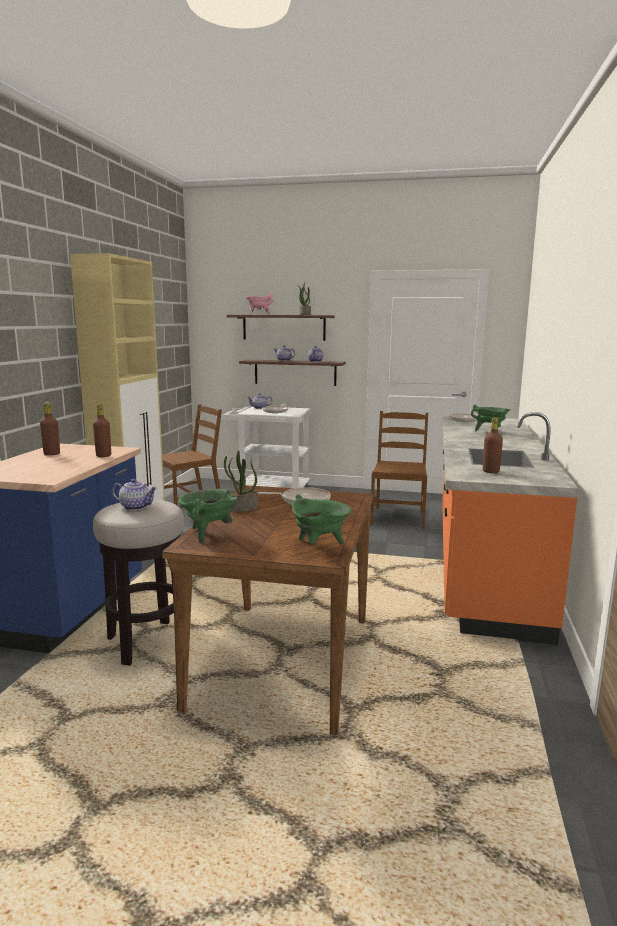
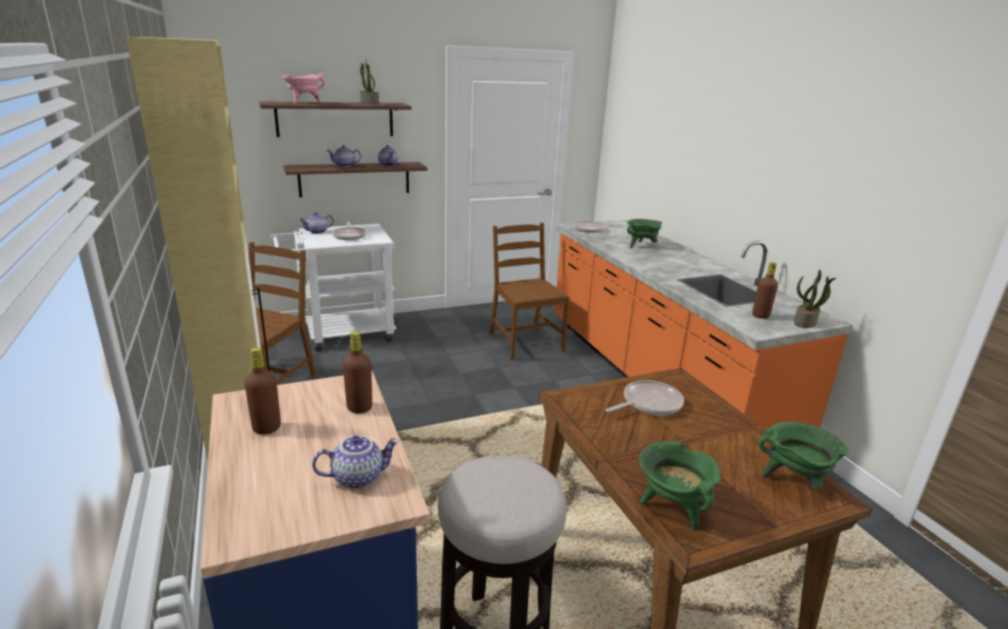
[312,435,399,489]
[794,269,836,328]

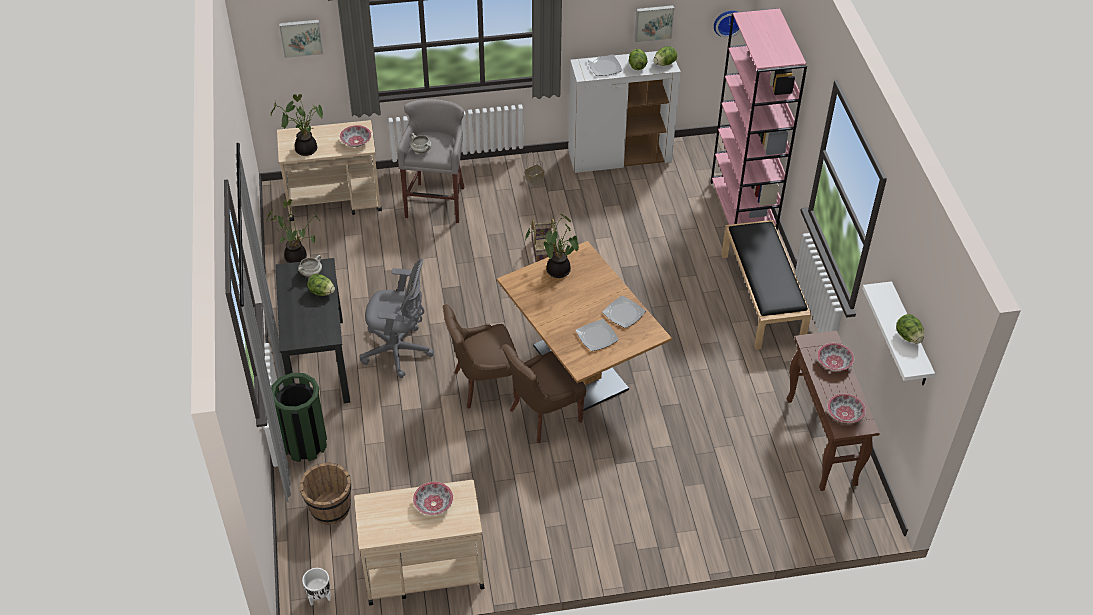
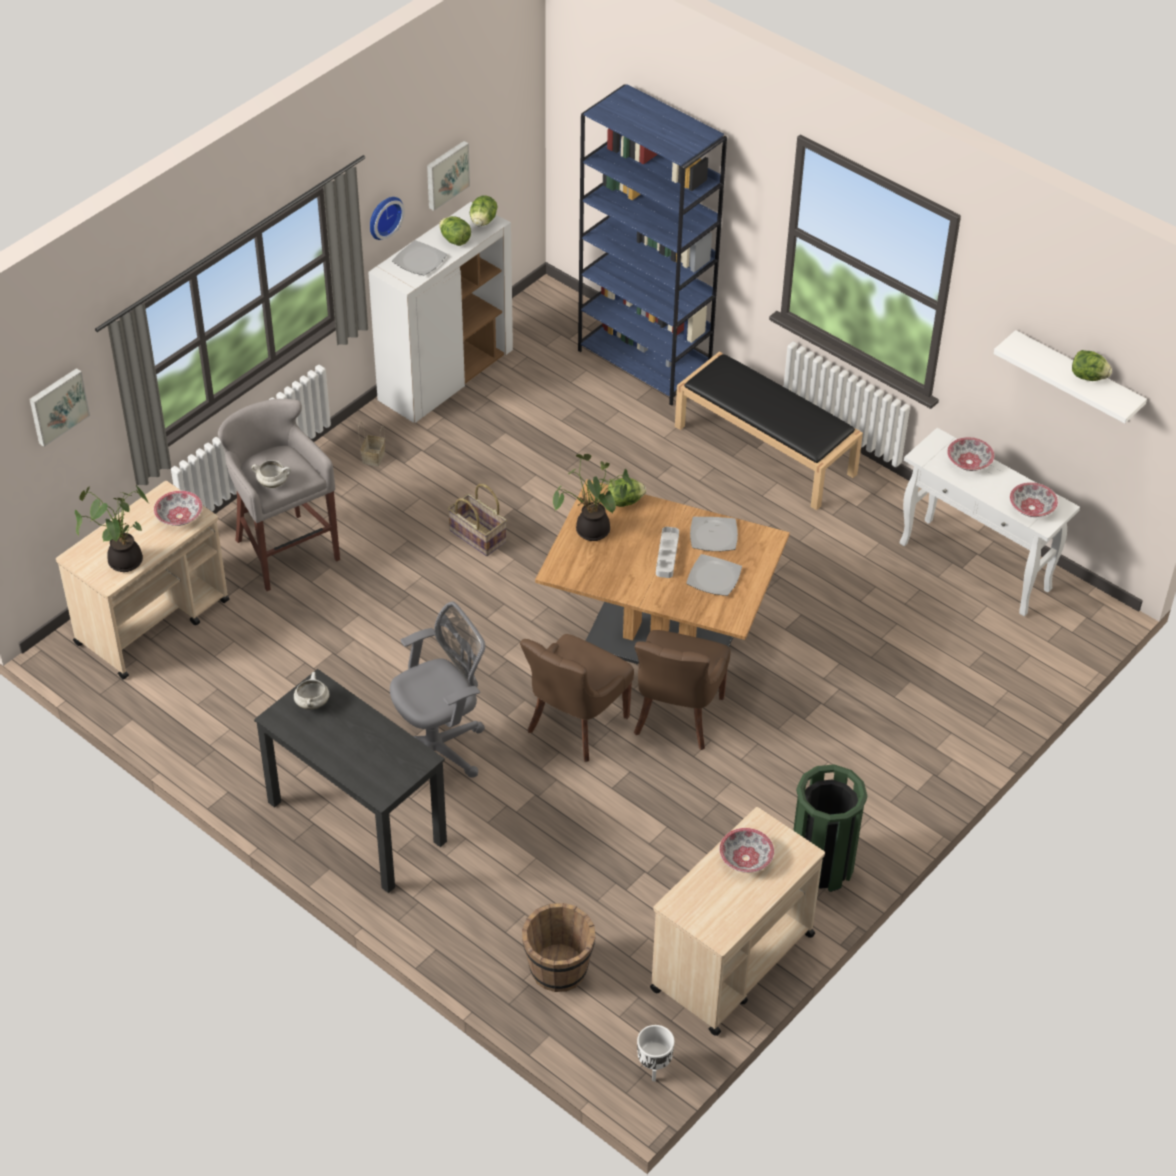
[267,199,320,263] (first image)
[656,527,679,578]
[793,764,867,892]
[608,478,646,507]
[370,197,405,240]
[578,84,727,406]
[900,428,1080,616]

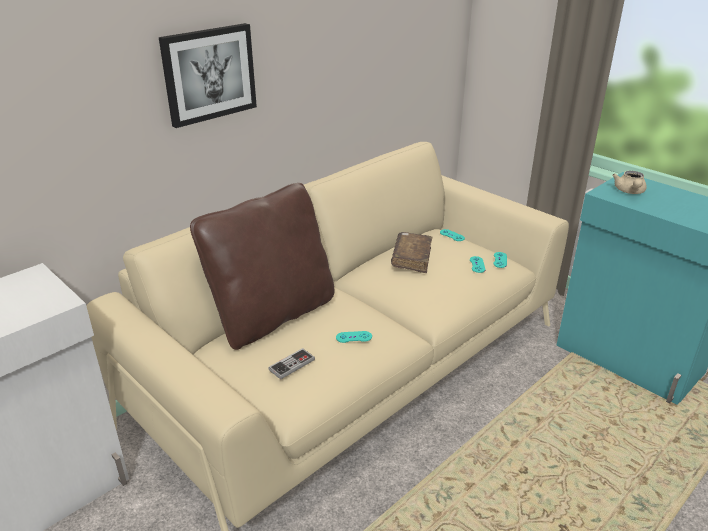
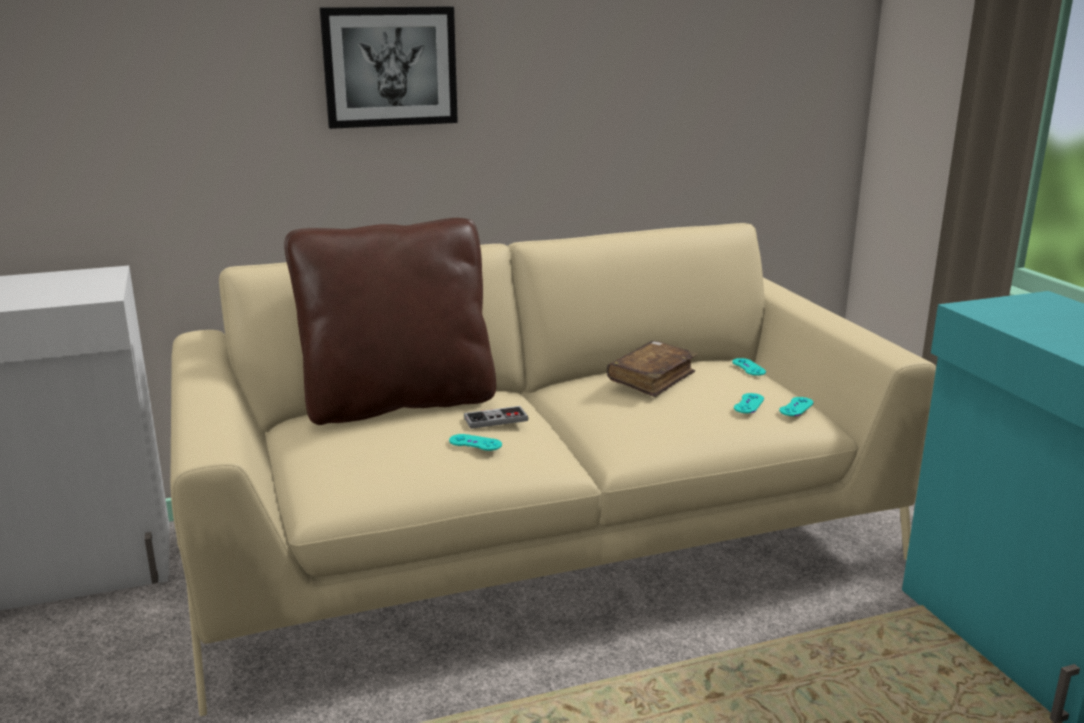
[612,171,647,194] (first image)
[464,406,528,429]

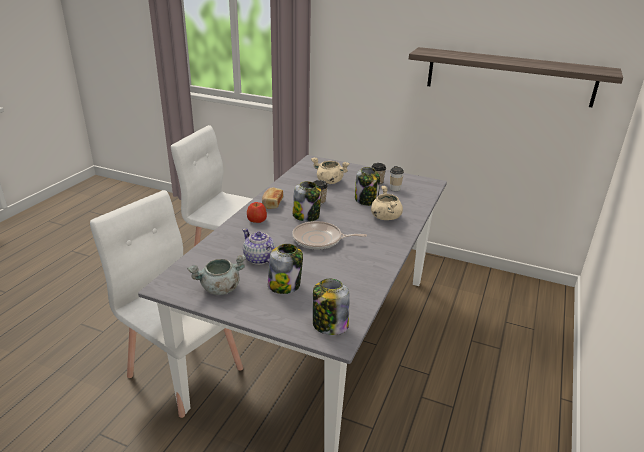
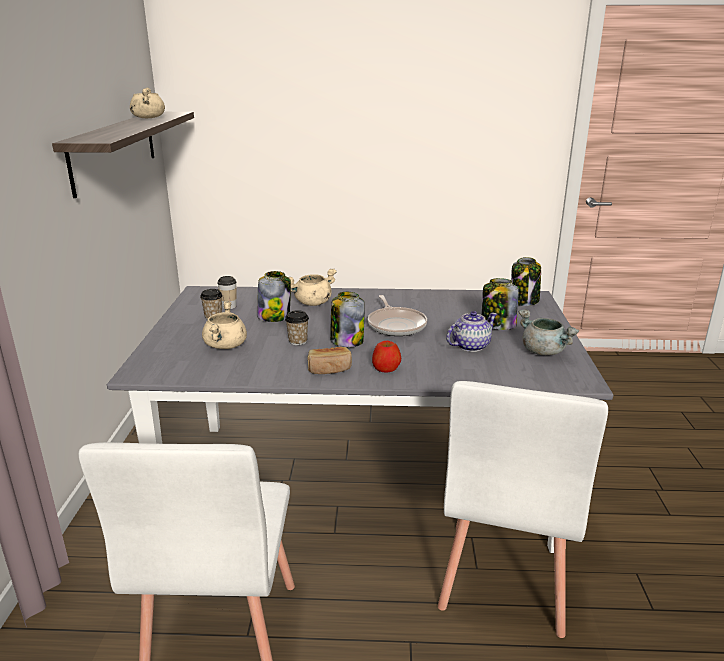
[130,87,165,118]
[446,311,497,352]

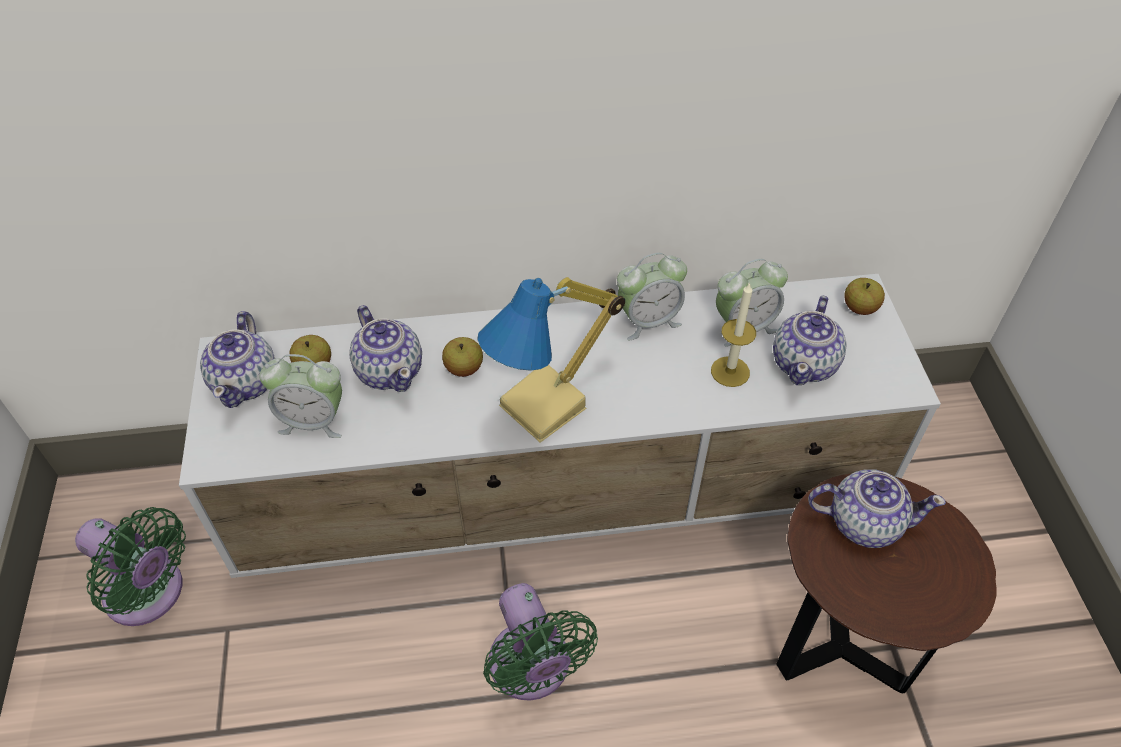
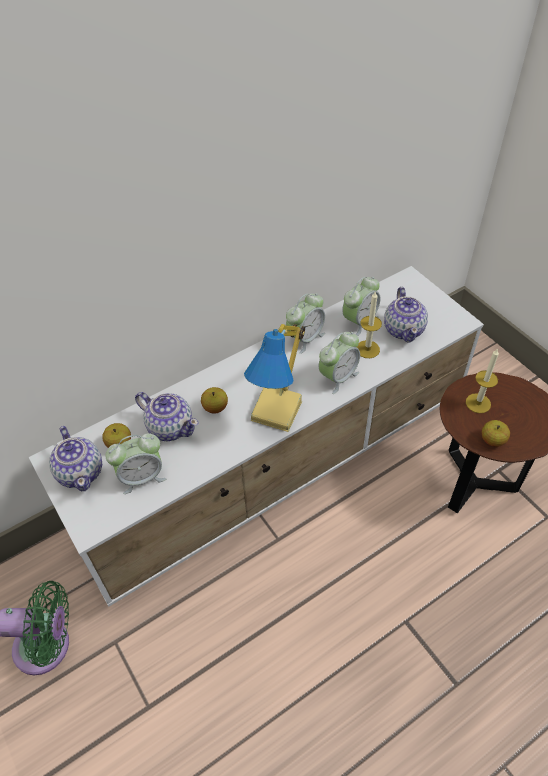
[483,583,598,701] (first image)
[319,332,360,394]
[482,420,510,447]
[466,348,499,413]

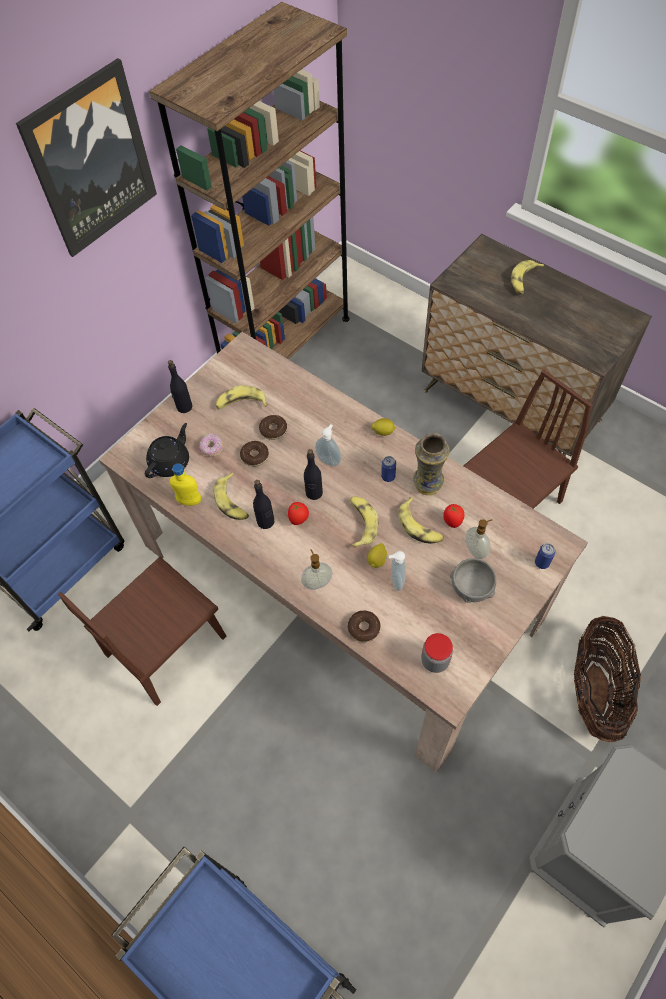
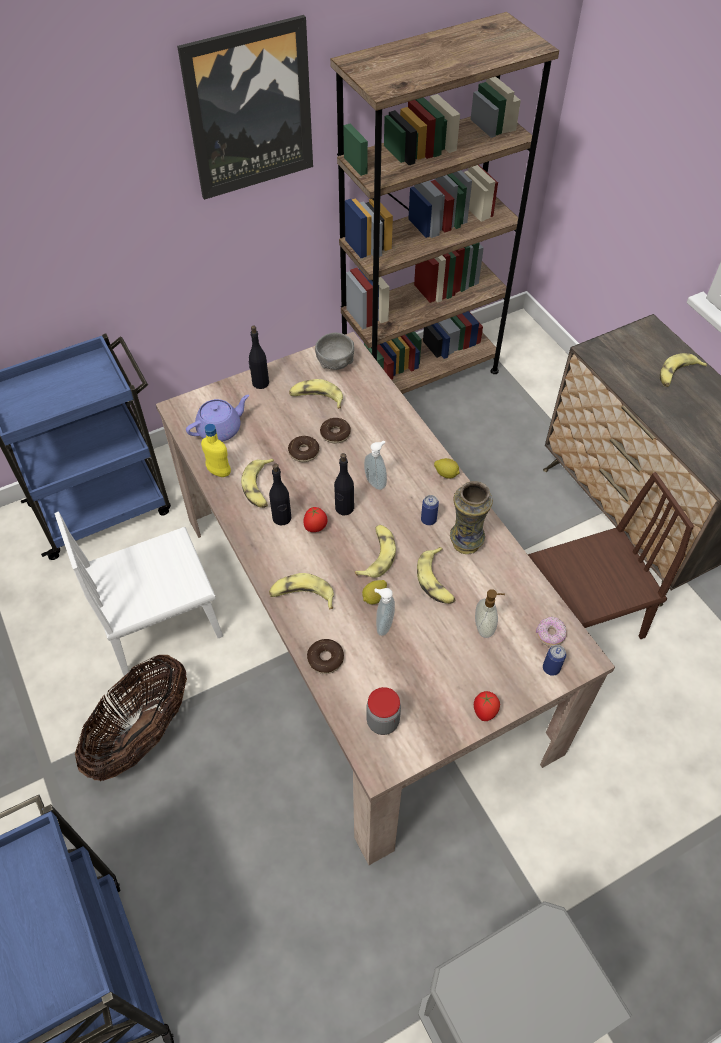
[536,617,567,647]
[474,691,500,721]
[315,333,354,370]
[75,655,187,781]
[269,573,334,610]
[55,512,223,676]
[186,395,249,442]

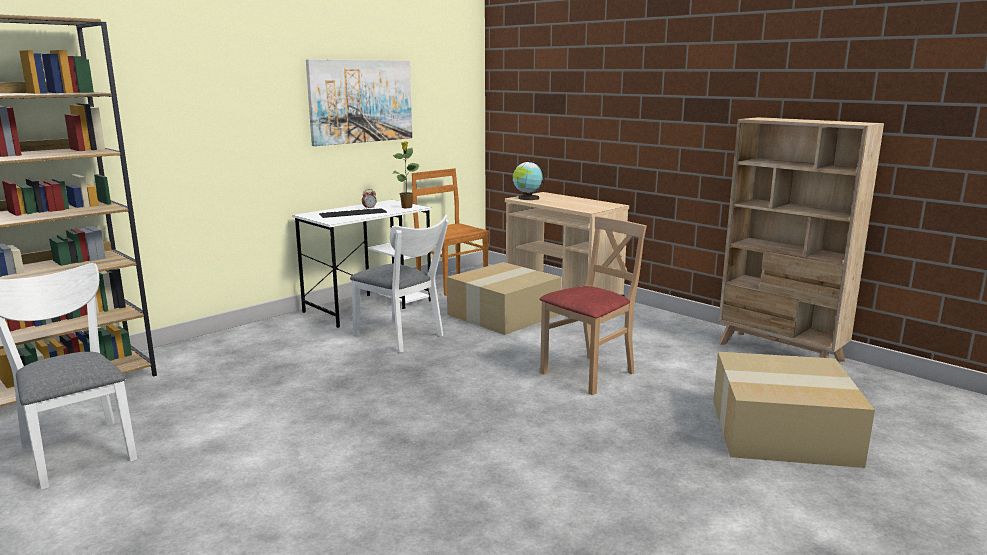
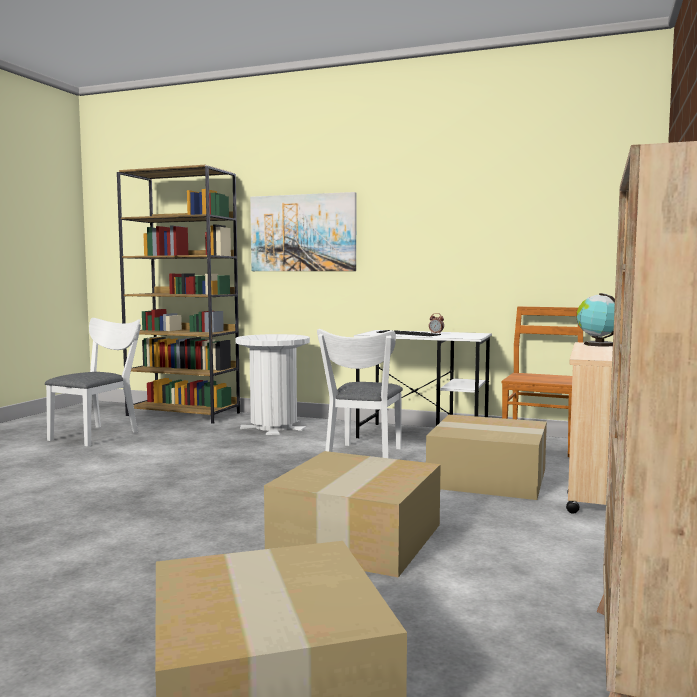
[393,141,419,208] (first image)
[236,334,310,435]
[250,192,356,271]
[264,451,441,577]

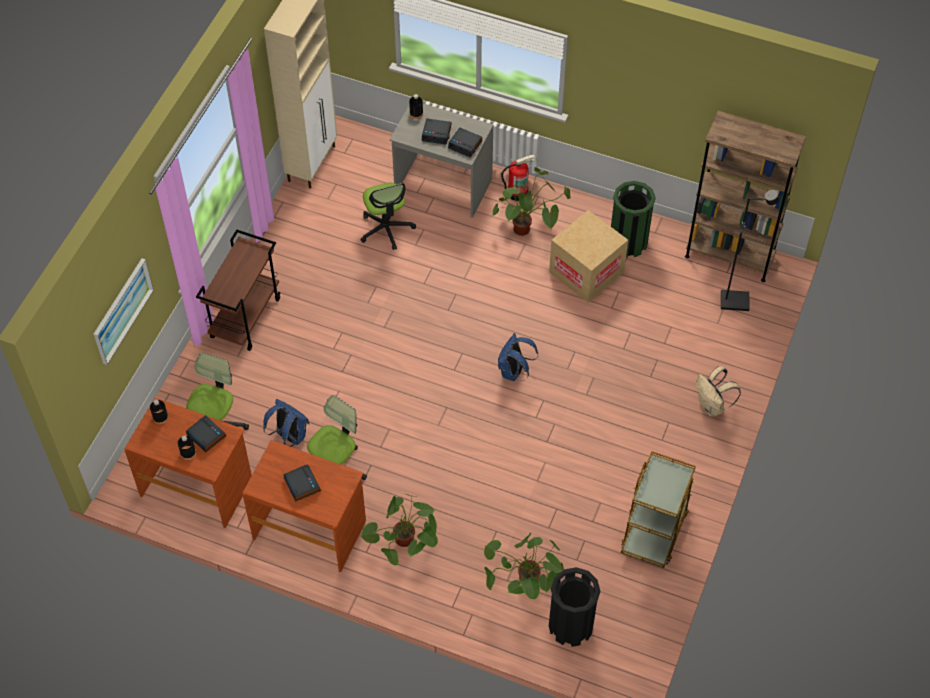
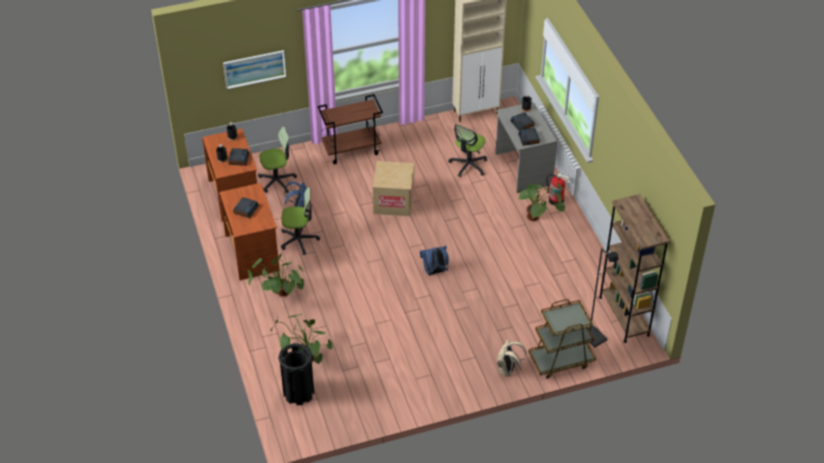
[611,181,656,258] (first image)
[373,161,414,216]
[528,299,596,379]

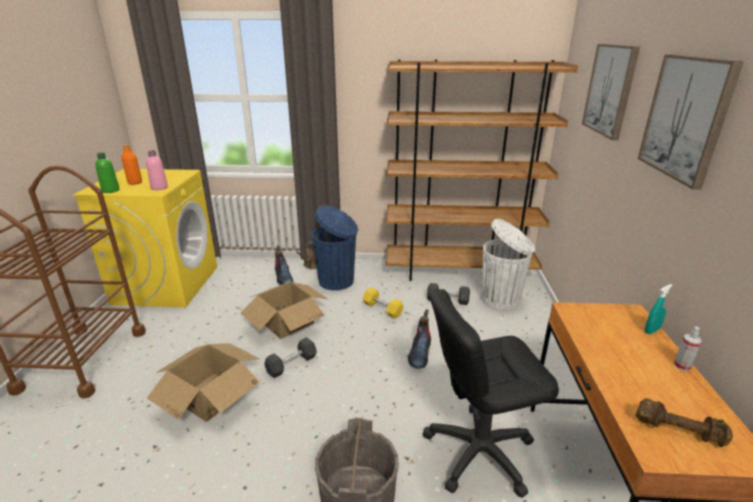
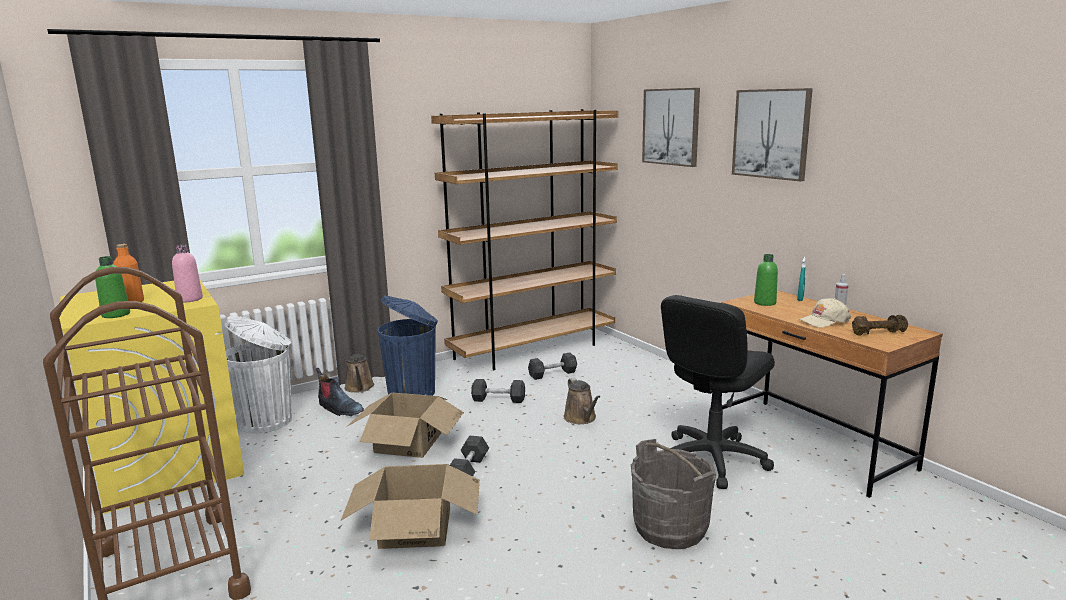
[754,254,778,306]
[799,298,851,328]
[224,316,292,433]
[563,378,600,424]
[471,379,525,403]

